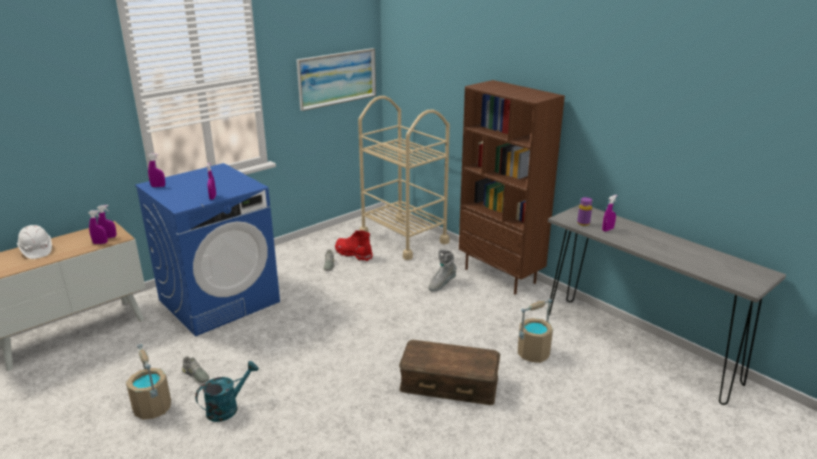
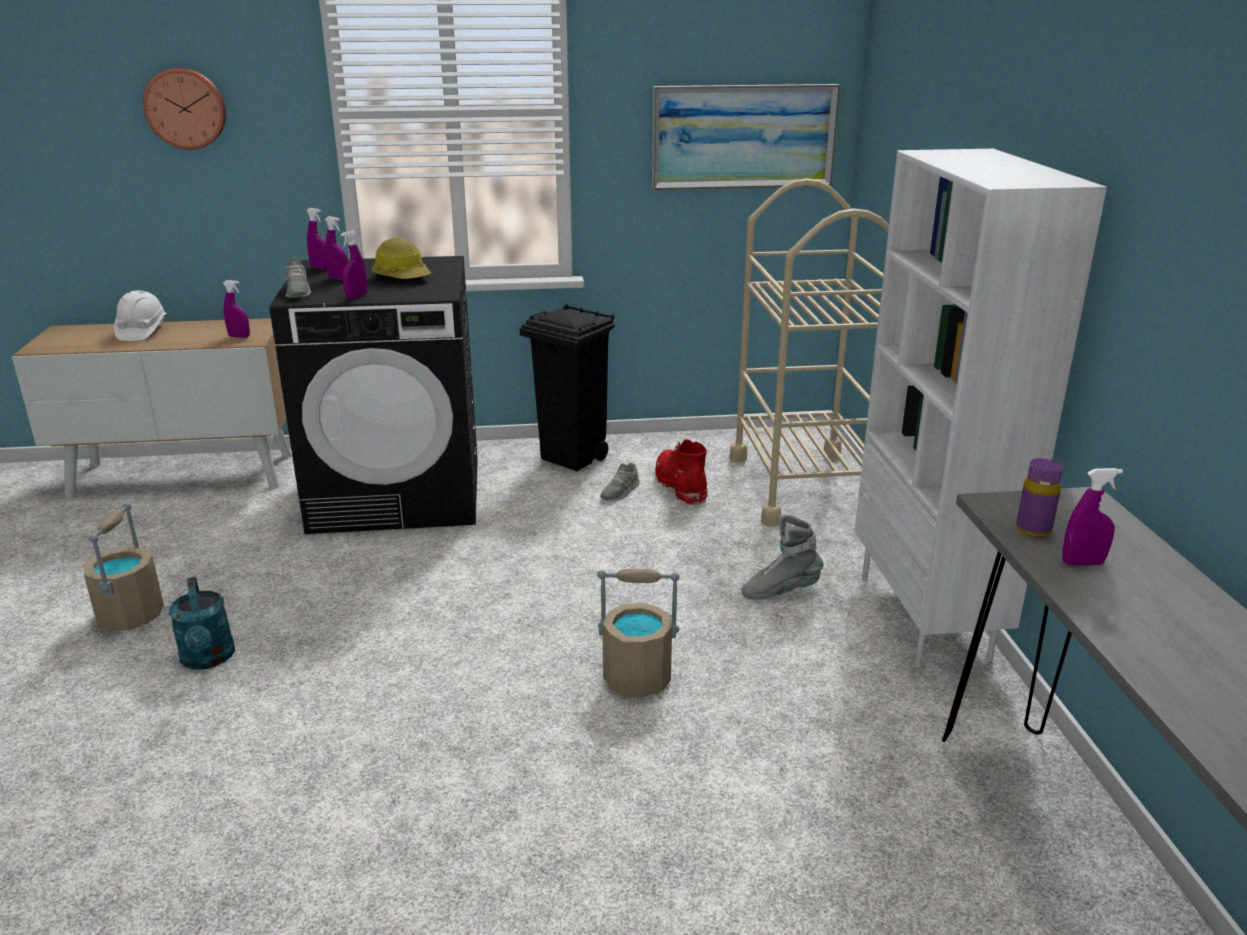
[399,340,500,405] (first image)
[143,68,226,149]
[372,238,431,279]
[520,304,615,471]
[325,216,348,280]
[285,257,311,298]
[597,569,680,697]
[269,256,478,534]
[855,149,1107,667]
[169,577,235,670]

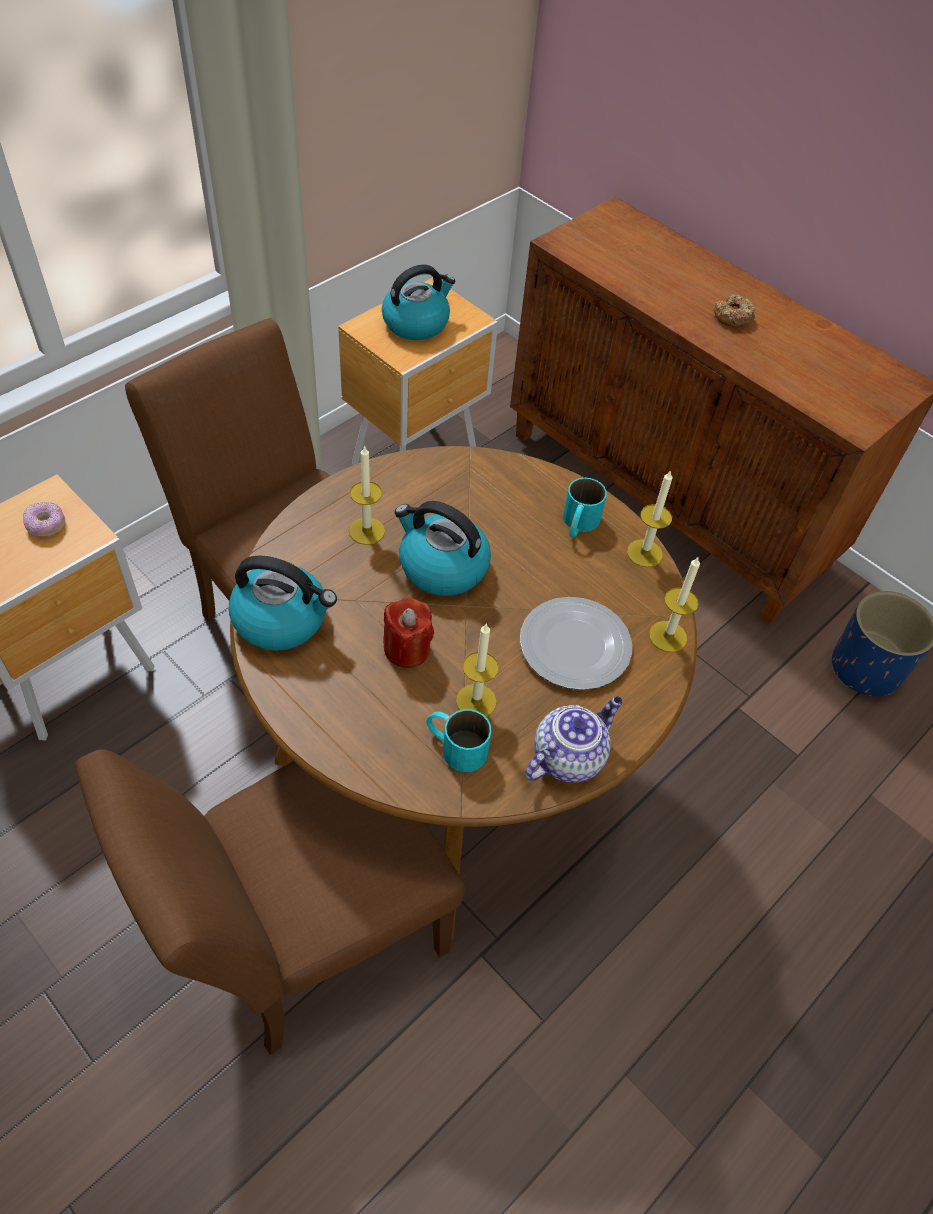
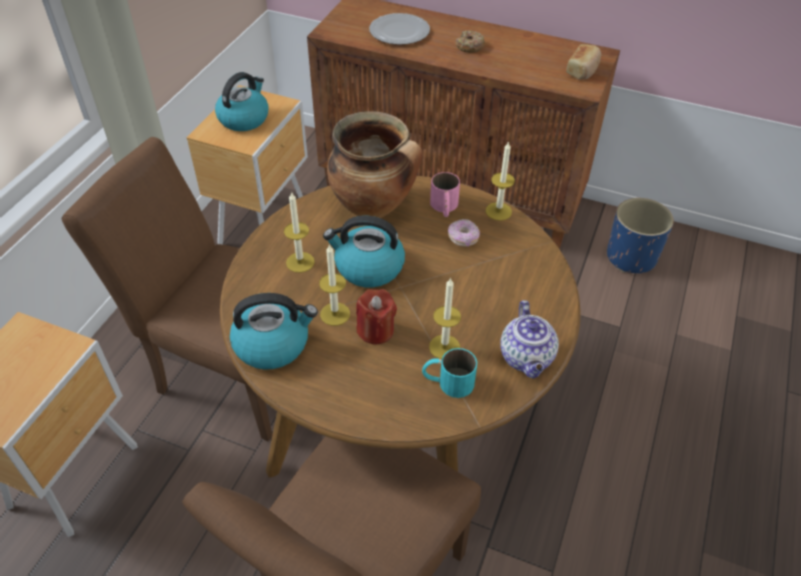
[327,111,423,218]
[566,44,601,80]
[448,219,480,247]
[369,13,430,45]
[319,244,350,326]
[430,172,460,217]
[500,300,559,378]

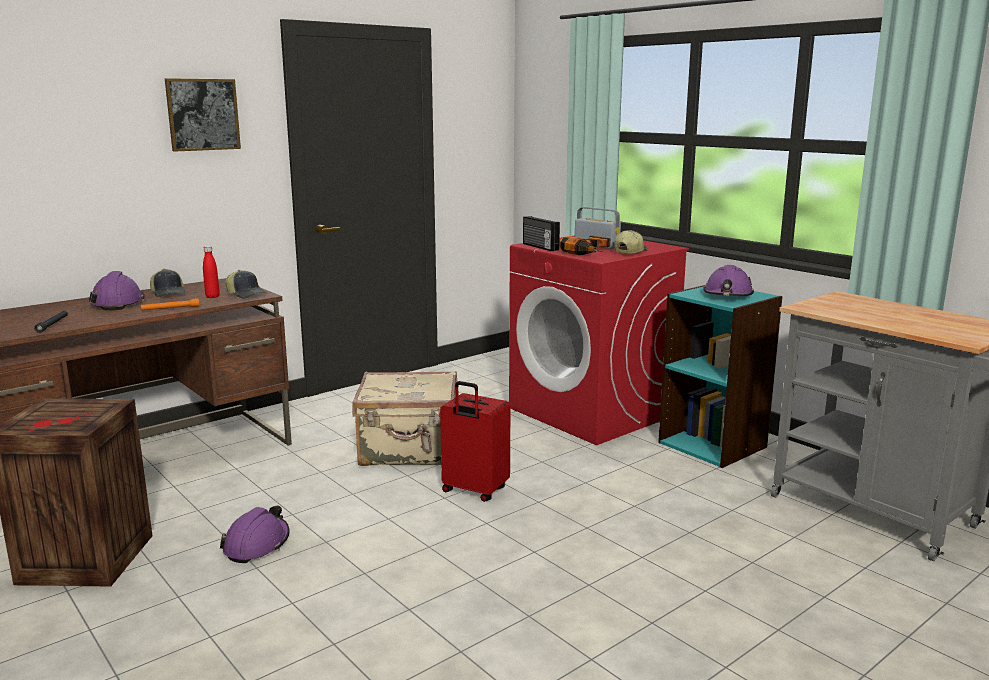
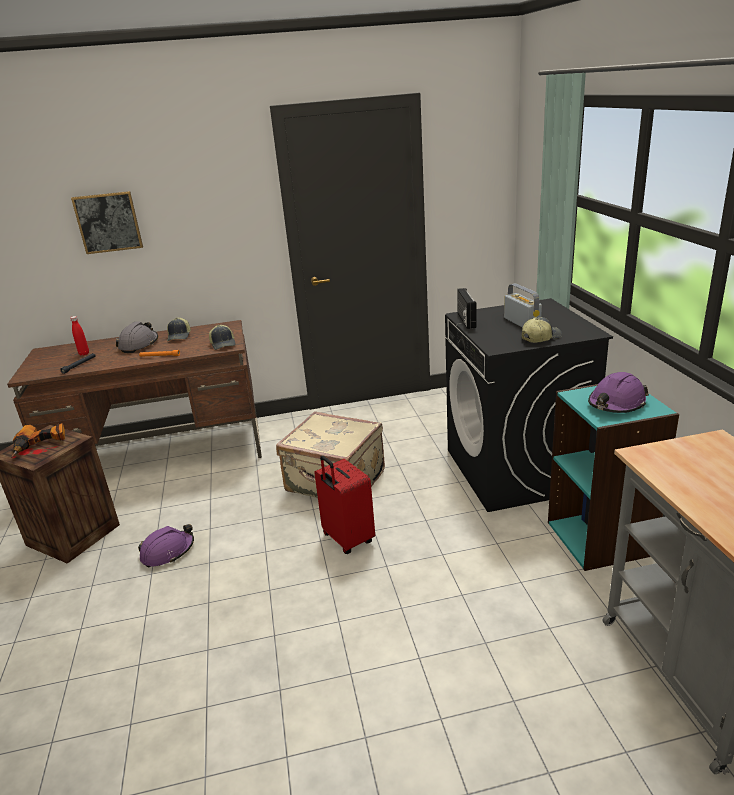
[71,191,143,254]
[70,316,89,355]
[11,423,65,457]
[116,321,158,353]
[445,298,613,512]

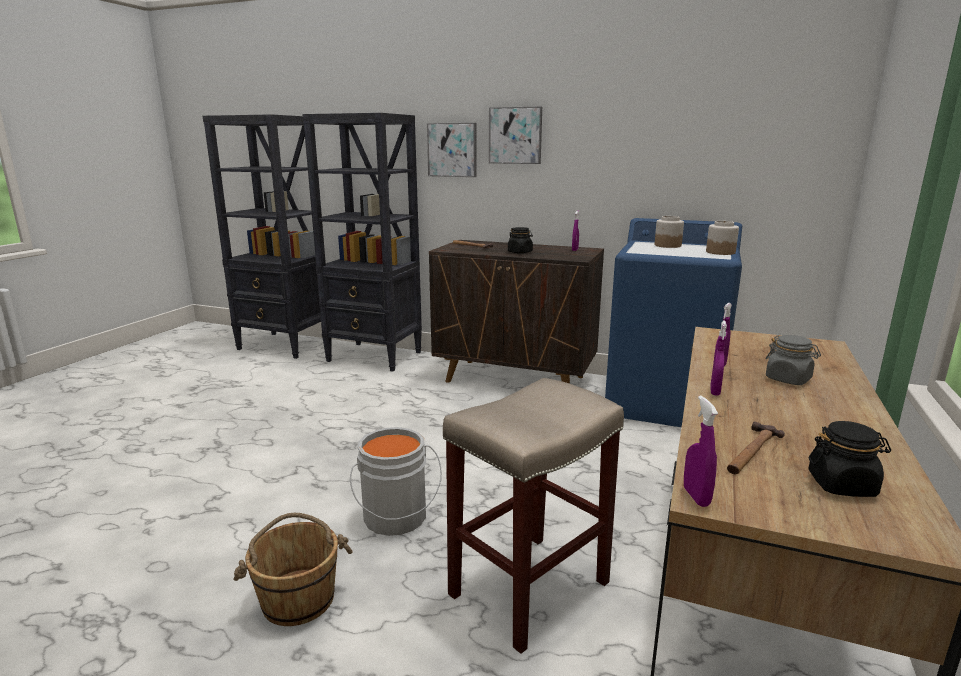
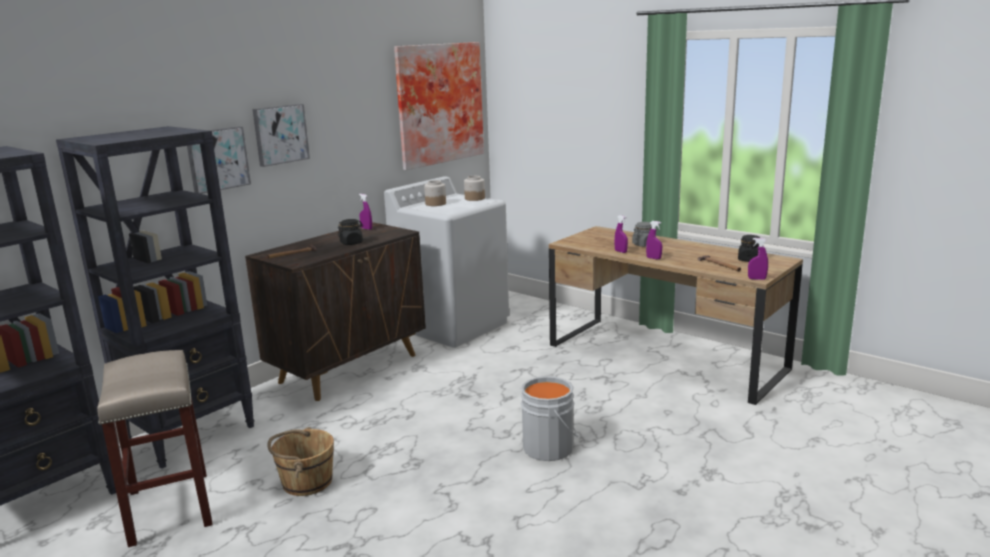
[394,42,484,170]
[267,427,334,496]
[97,350,213,547]
[384,176,509,348]

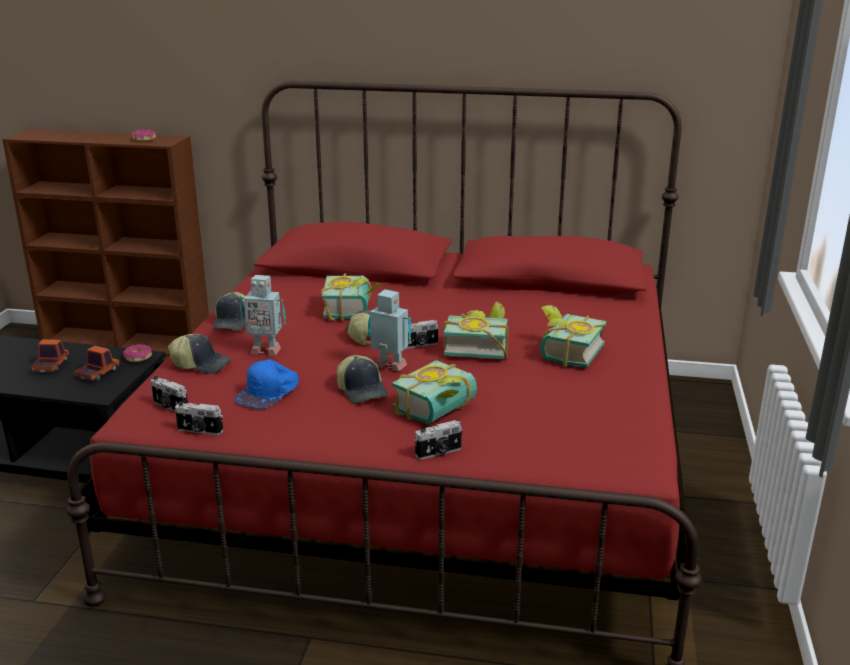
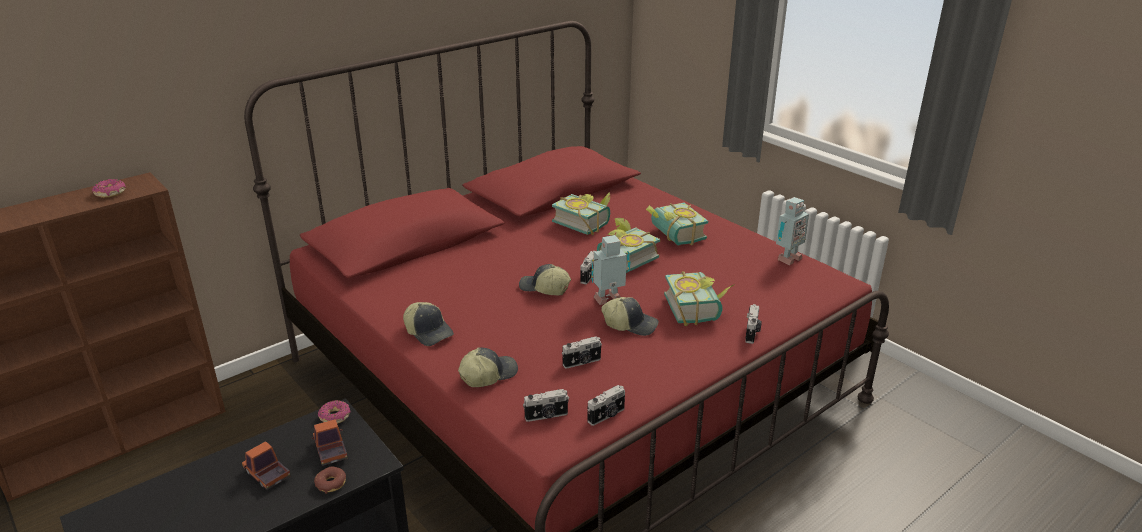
[314,467,346,494]
[776,197,809,265]
[552,192,610,235]
[562,336,602,369]

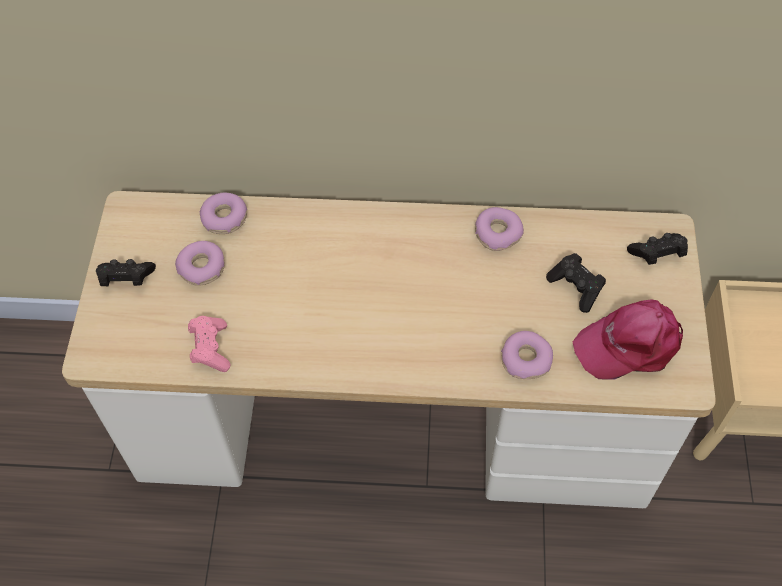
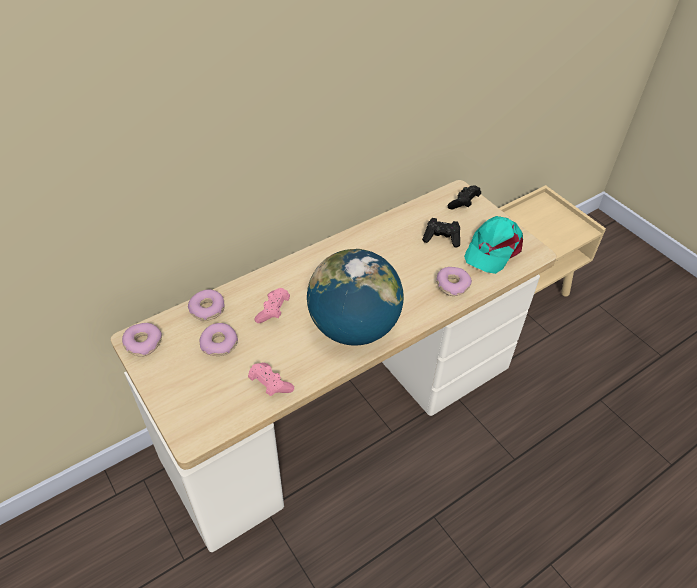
[96,259,156,286] (first image)
[254,288,290,323]
[307,249,404,345]
[122,323,162,357]
[464,216,523,274]

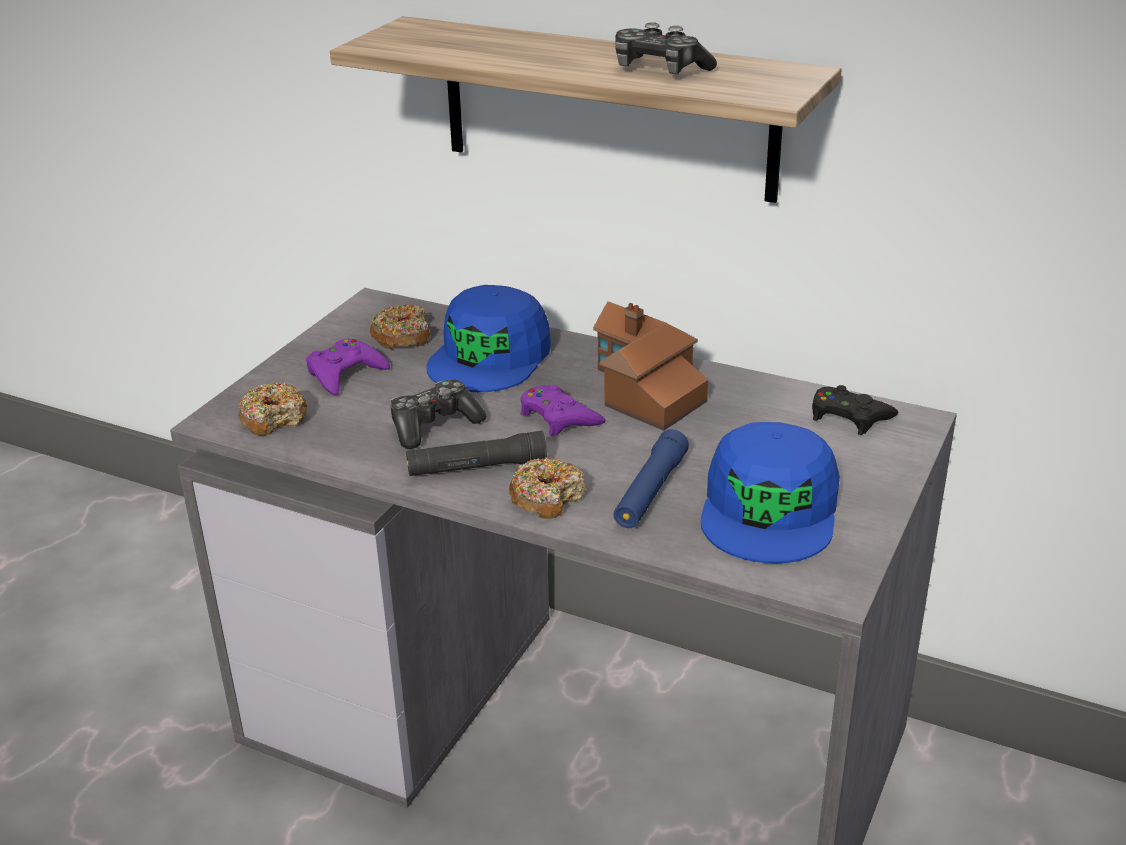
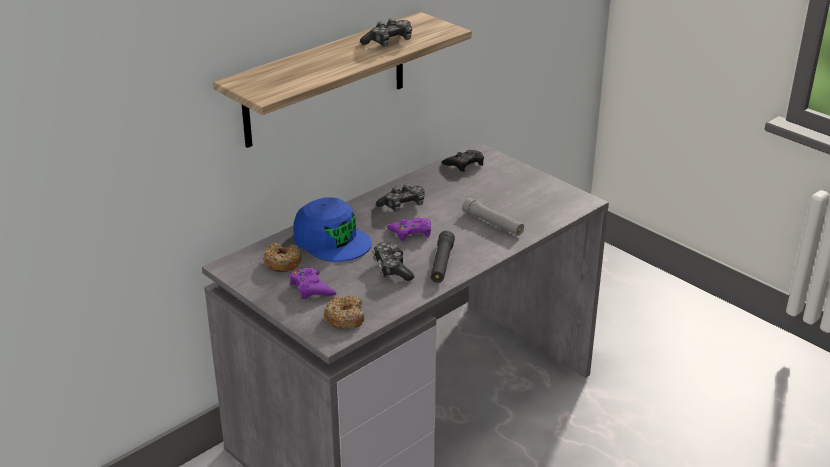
[509,457,587,519] (first image)
[701,422,840,563] (first image)
[376,184,424,212]
[462,198,524,235]

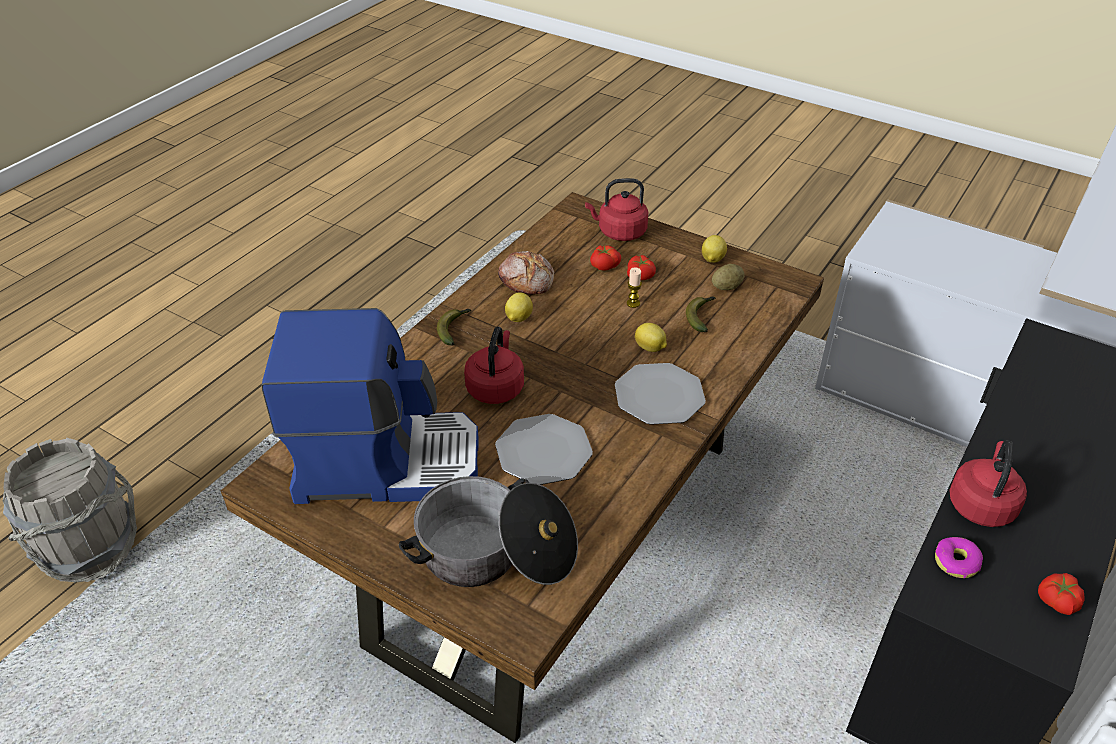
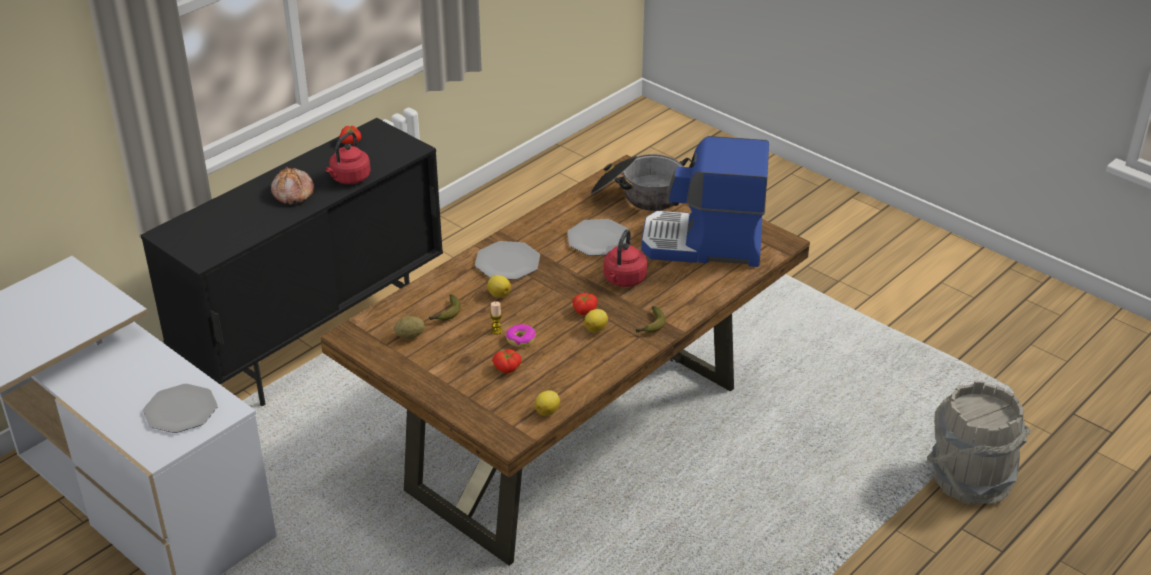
[585,178,648,241] (first image)
[143,384,218,433]
[271,167,314,205]
[572,293,598,315]
[535,390,560,416]
[506,324,536,347]

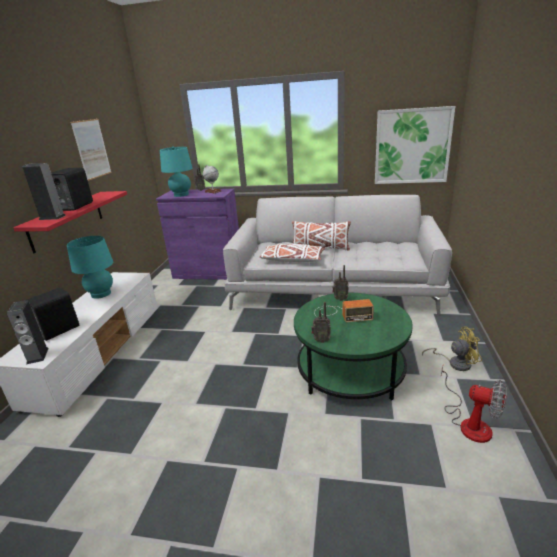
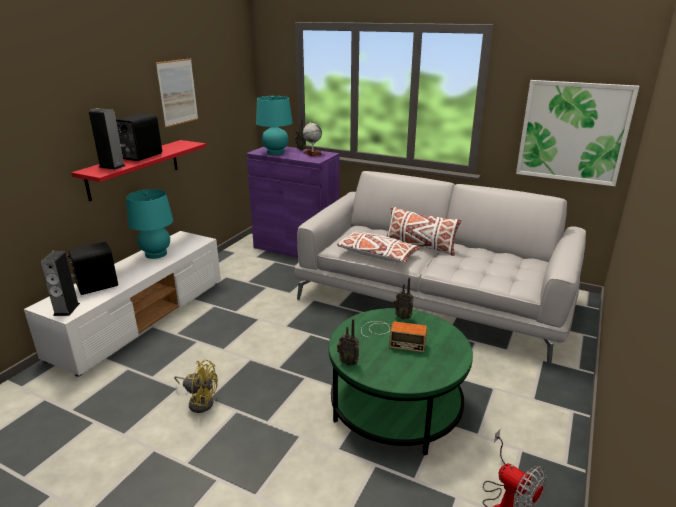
[174,360,218,413]

